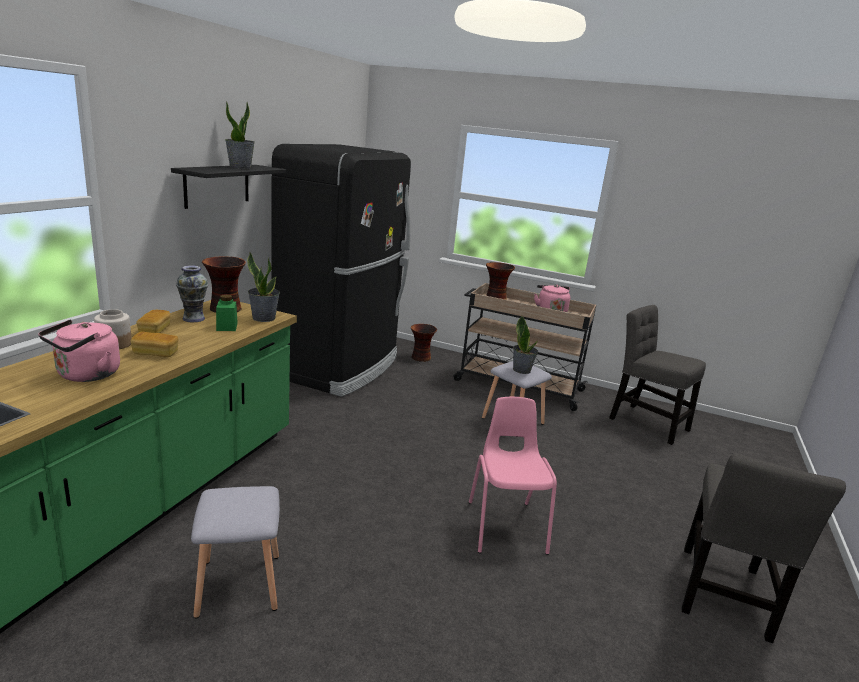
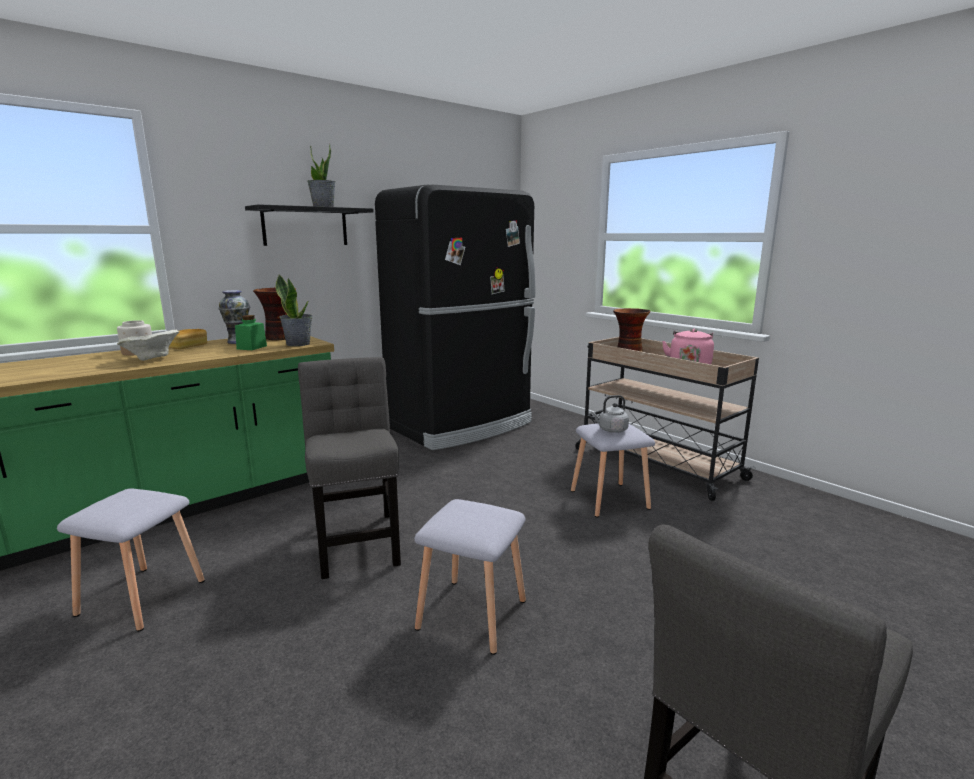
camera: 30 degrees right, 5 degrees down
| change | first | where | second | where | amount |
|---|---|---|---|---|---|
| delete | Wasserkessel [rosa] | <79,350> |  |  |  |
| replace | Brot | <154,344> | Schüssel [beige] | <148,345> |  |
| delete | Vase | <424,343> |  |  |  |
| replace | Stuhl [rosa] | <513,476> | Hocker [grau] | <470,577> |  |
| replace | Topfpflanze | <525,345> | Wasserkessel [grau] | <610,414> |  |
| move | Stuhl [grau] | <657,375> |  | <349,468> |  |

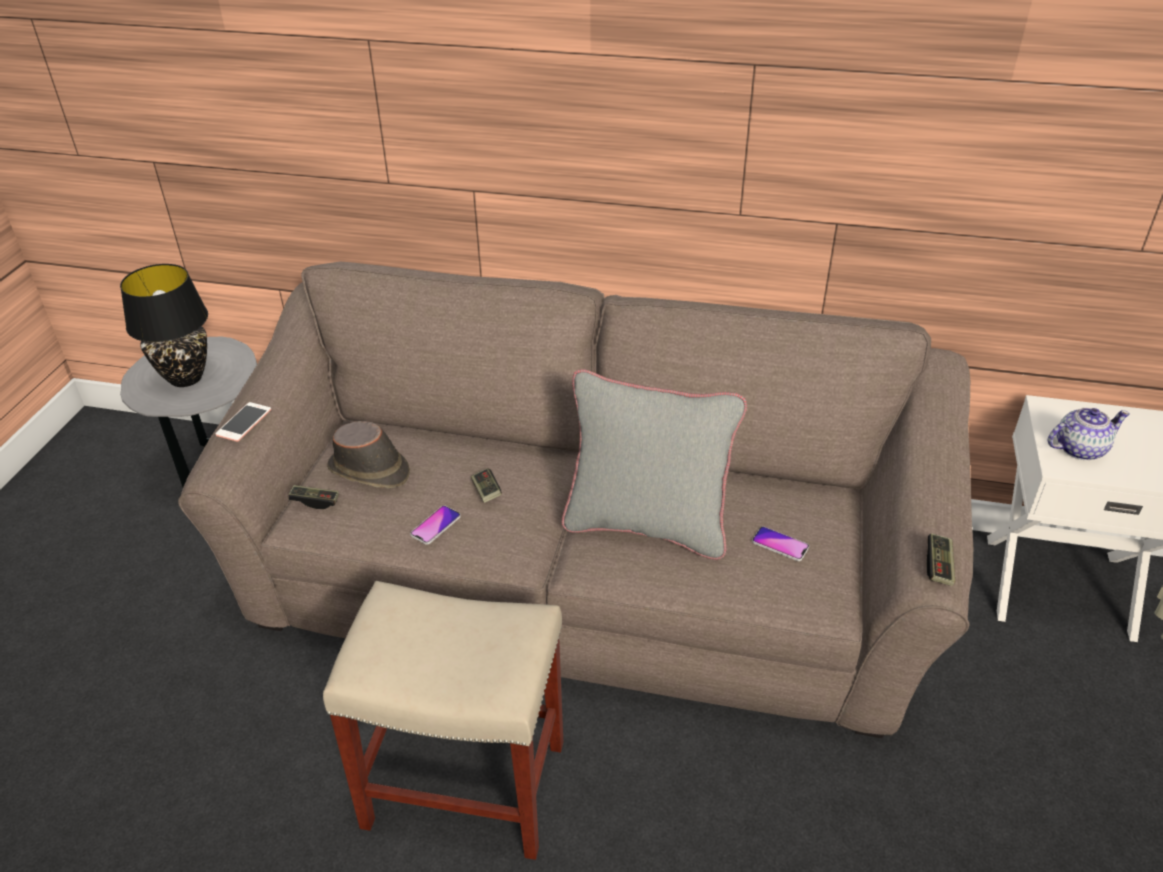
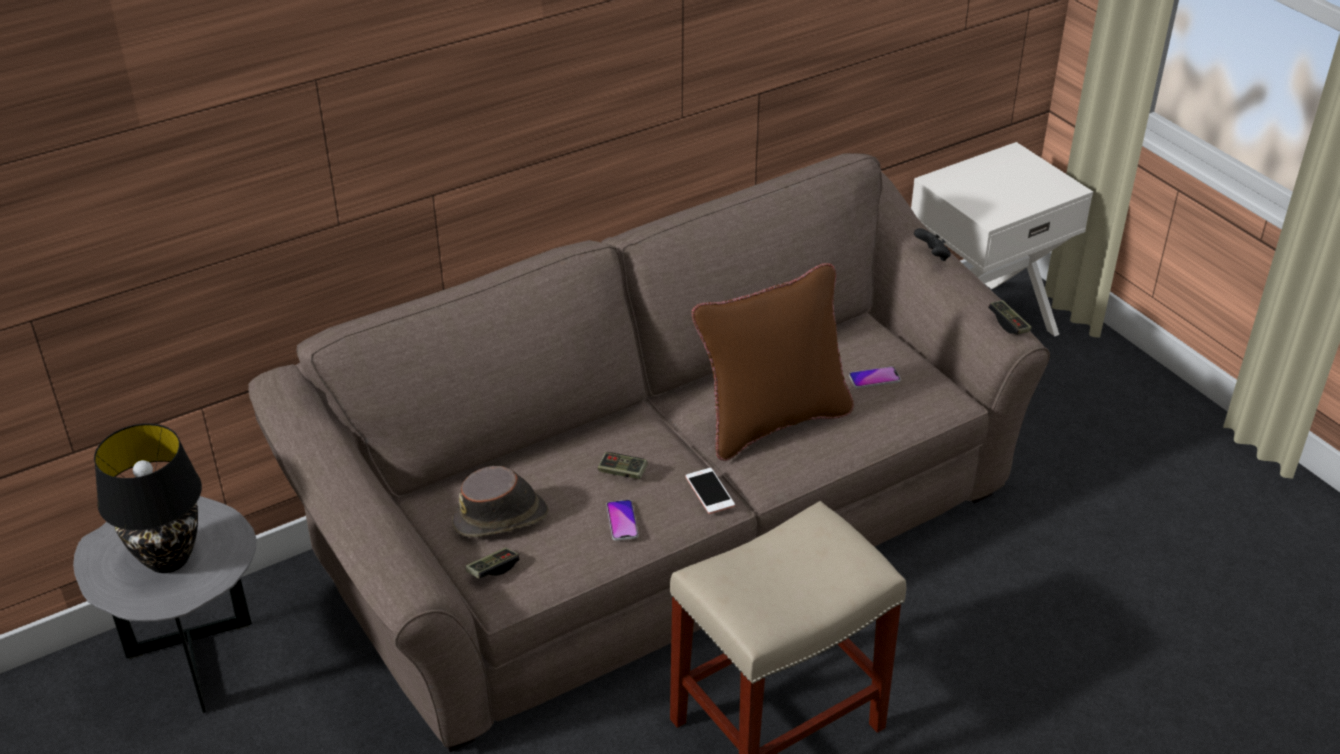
camera: 45 degrees left, 0 degrees up
| change | first | where | second | where | amount |
|---|---|---|---|---|---|
| move | Handy | <243,422> |  | <710,491> |  |
| recolor | Kissen [grau] | <654,464> | Kissen [braun] | <772,362> |  |
| delete | Teekanne | <1089,433> |  |  |  |
| insert |  |  | Gamepad [schwarz] | <932,244> |  |

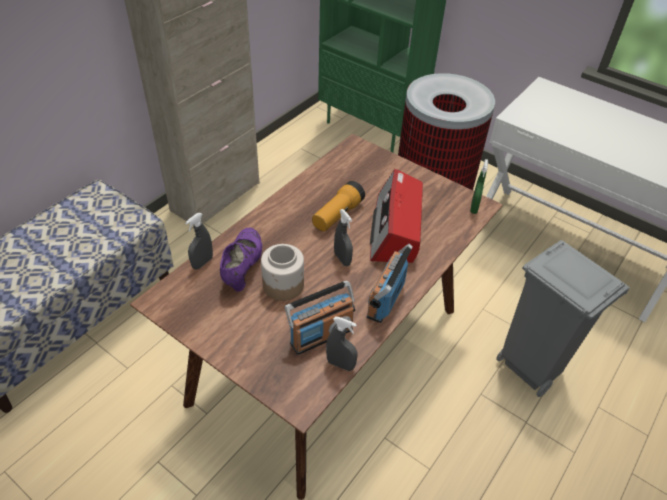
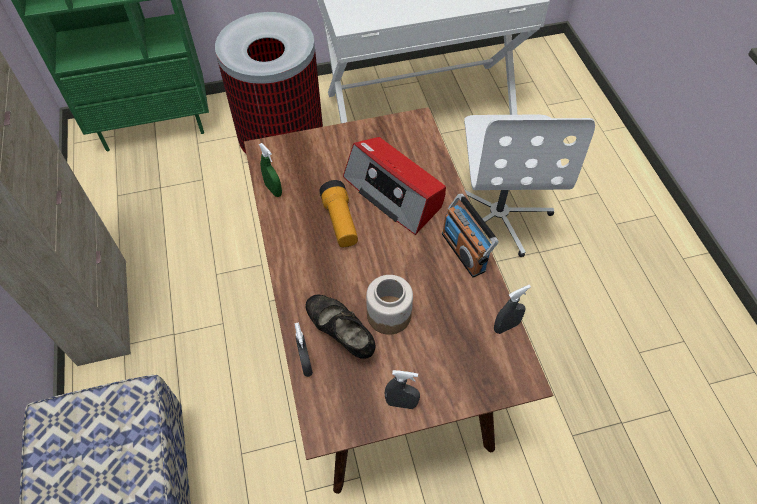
camera: 50 degrees left, 10 degrees up
| change | first | where | second | where | amount |
|---|---|---|---|---|---|
| recolor | Schuh [lila] | <241,260> | Schuh [schwarz] | <341,327> |  |
| delete | Radio | <320,317> |  |  |  |
| move | Sprühflasche [grau] | <343,237> |  | <402,389> |  |
| move | Sprühflasche [grün] | <479,186> |  | <270,170> |  |
| replace | Mülleimer [grau] | <563,318> | Bürostuhl [weiß] | <529,186> |  |

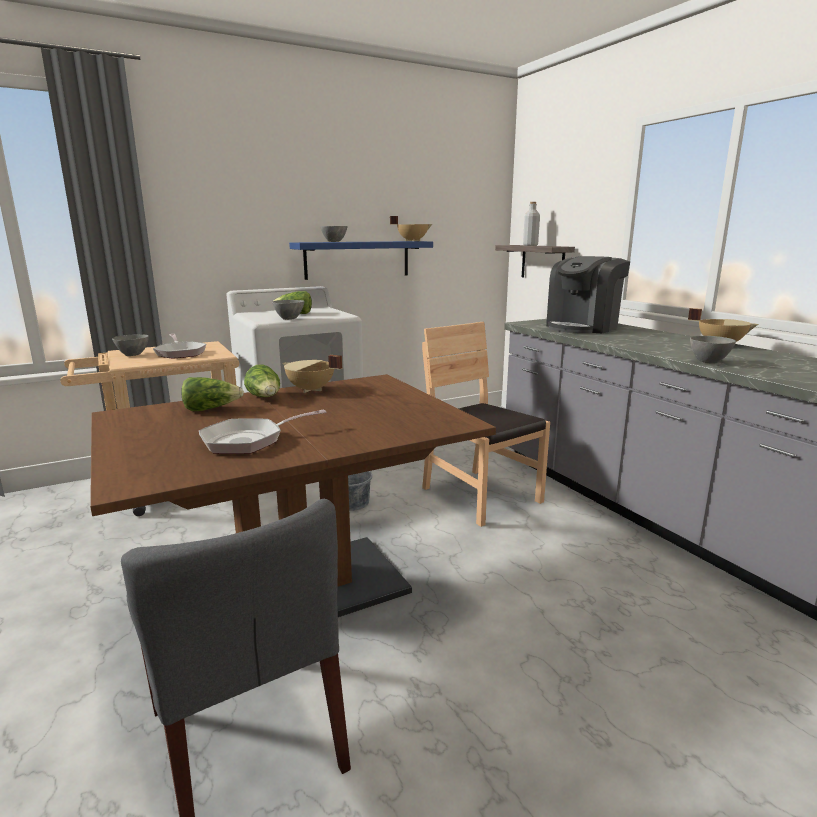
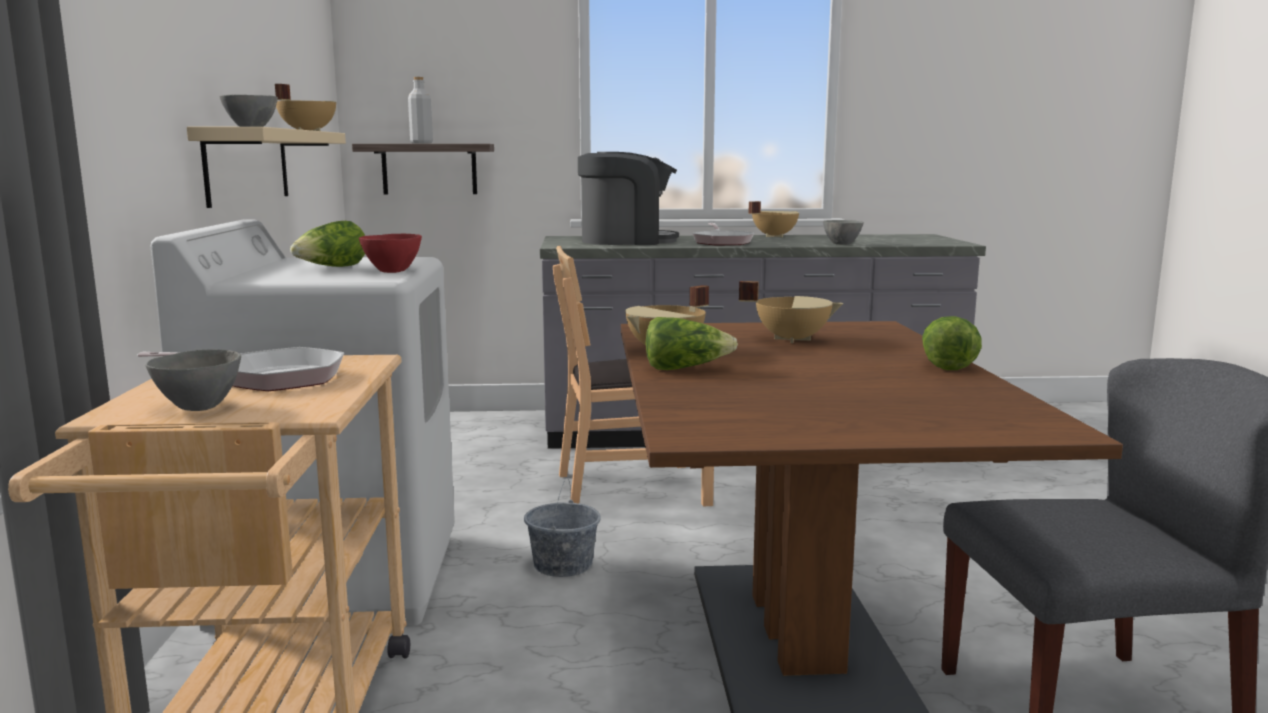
camera: 65 degrees left, 5 degrees down
| change | first | where | second | where | amount |
|---|---|---|---|---|---|
| move | Salatkopf | <212,394> |  | <952,343> |  |
| move | Pfanne | <263,432> |  | <723,234> |  |
| recolor | Schüssel [grau] | <288,310> | Schüssel [rot] | <390,253> |  |
| recolor | Wandregal [blau] | <361,260> | Wandregal [beige] | <266,167> |  |
| rotate | Kaffeemaschine | <588,294> |  | <628,198> | 75 degrees counterclockwise |
| insert |  |  | Kochtopf [beige] | <791,312> |  |

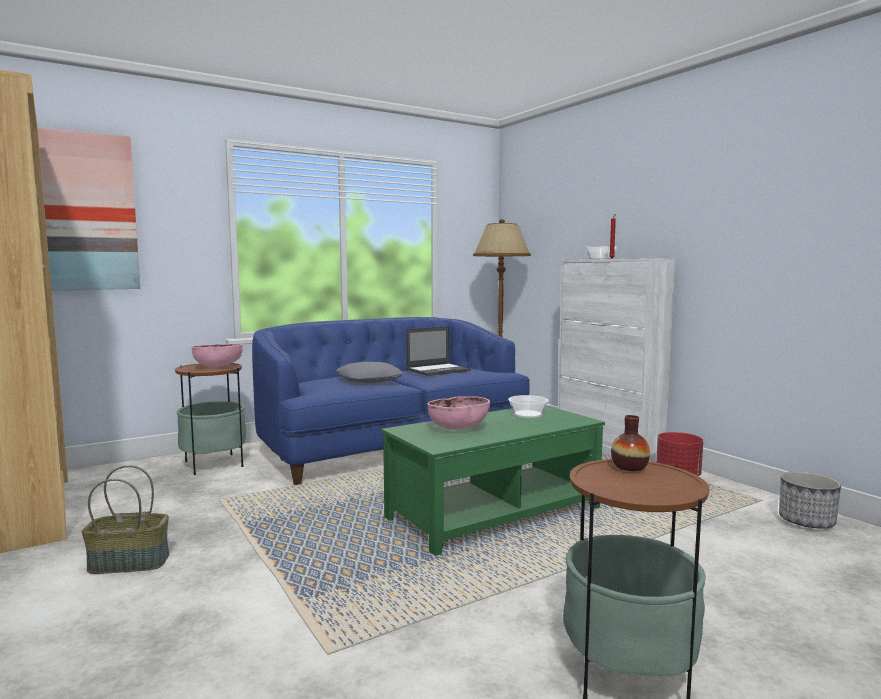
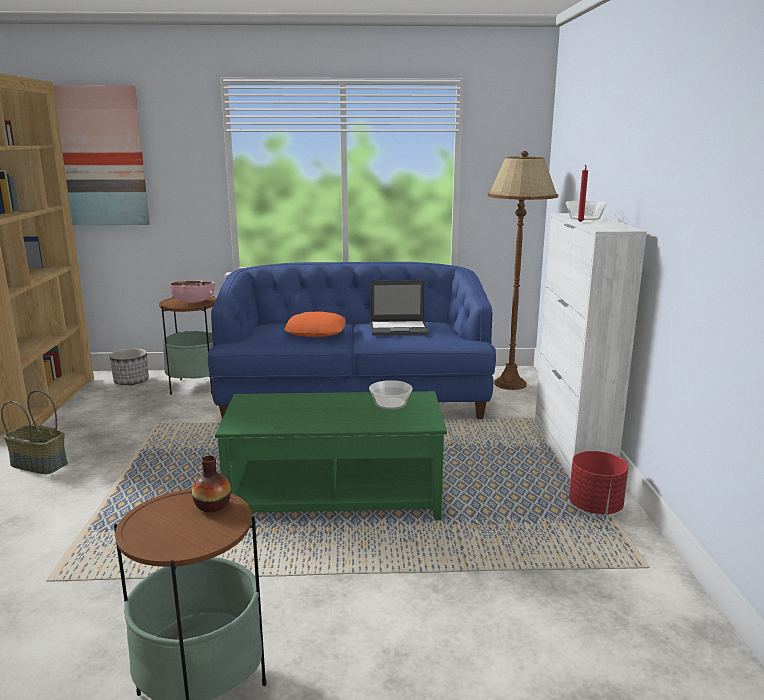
camera: 30 degrees right, 10 degrees up
| change | first | where | second | where | amount |
|---|---|---|---|---|---|
| recolor | Kissen [grau] | <369,372> | Kissen [orange] | <315,324> |  |
| delete | Schüssel [rosa] | <458,413> |  |  |  |
| move | Pflanzkübel | <810,500> |  | <129,366> |  |

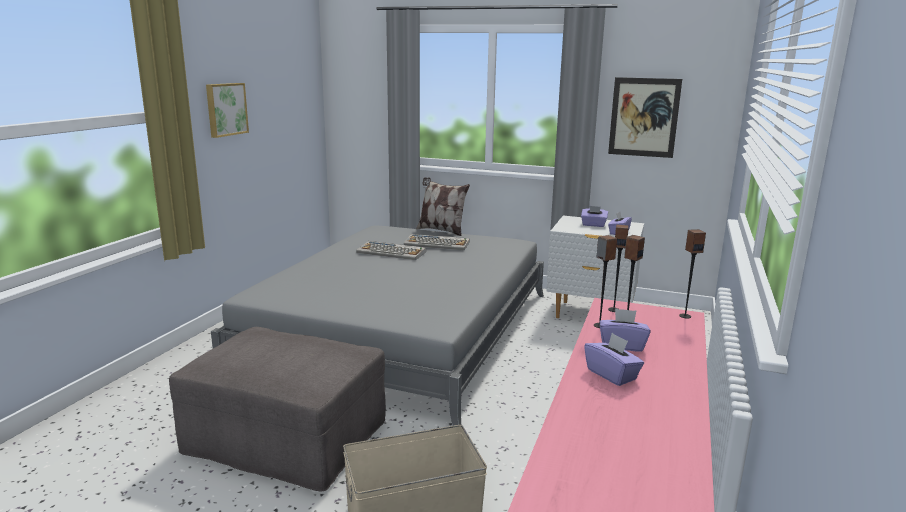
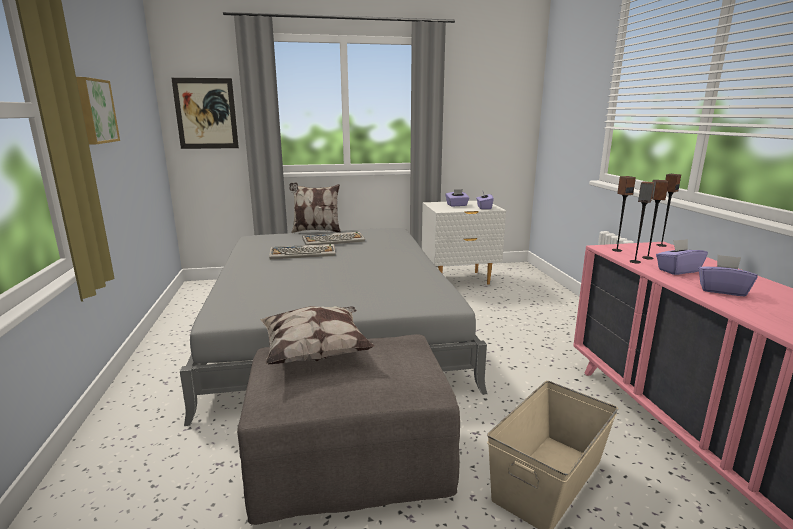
camera: 30 degrees left, 0 degrees up
| change | first | where | second | where | amount |
|---|---|---|---|---|---|
| move | Bild | <645,117> |  | <205,113> |  |
| insert |  |  | Kissen | <317,335> |  |

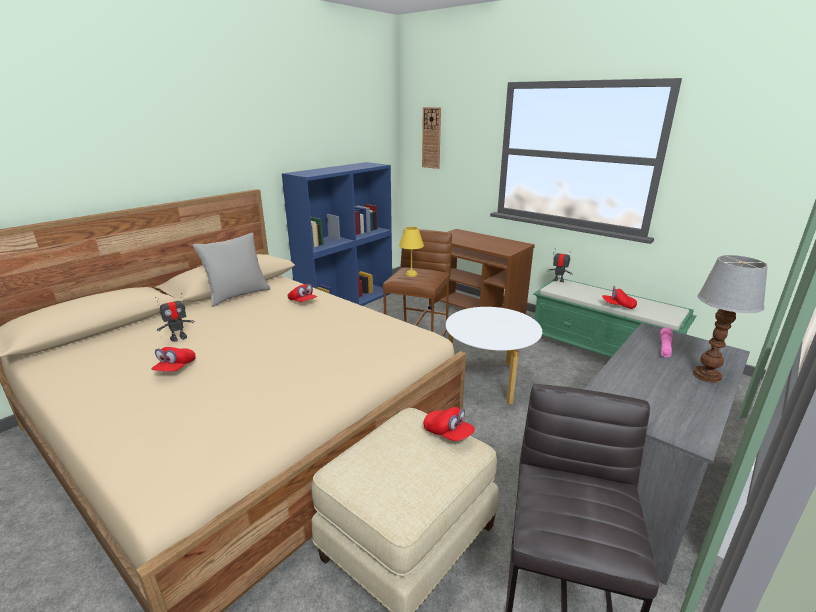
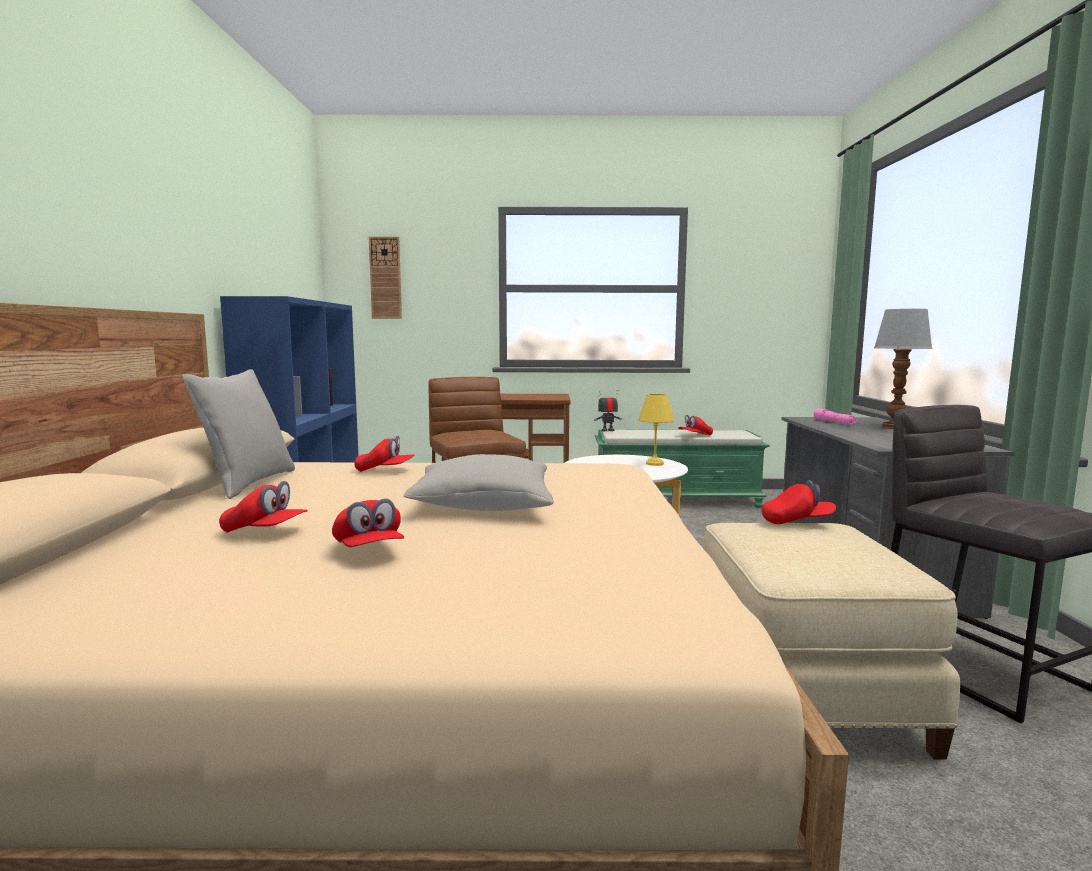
camera: 40 degrees left, 15 degrees down
| change | first | where | second | where | amount |
|---|---|---|---|---|---|
| replace | Spielzeugroboter | <175,317> | Kappe [rot] | <263,507> |  |
| move | Tischlampe [gelb] | <411,252> |  | <656,430> |  |
| insert |  |  | Kissen [grau] | <479,482> |  |

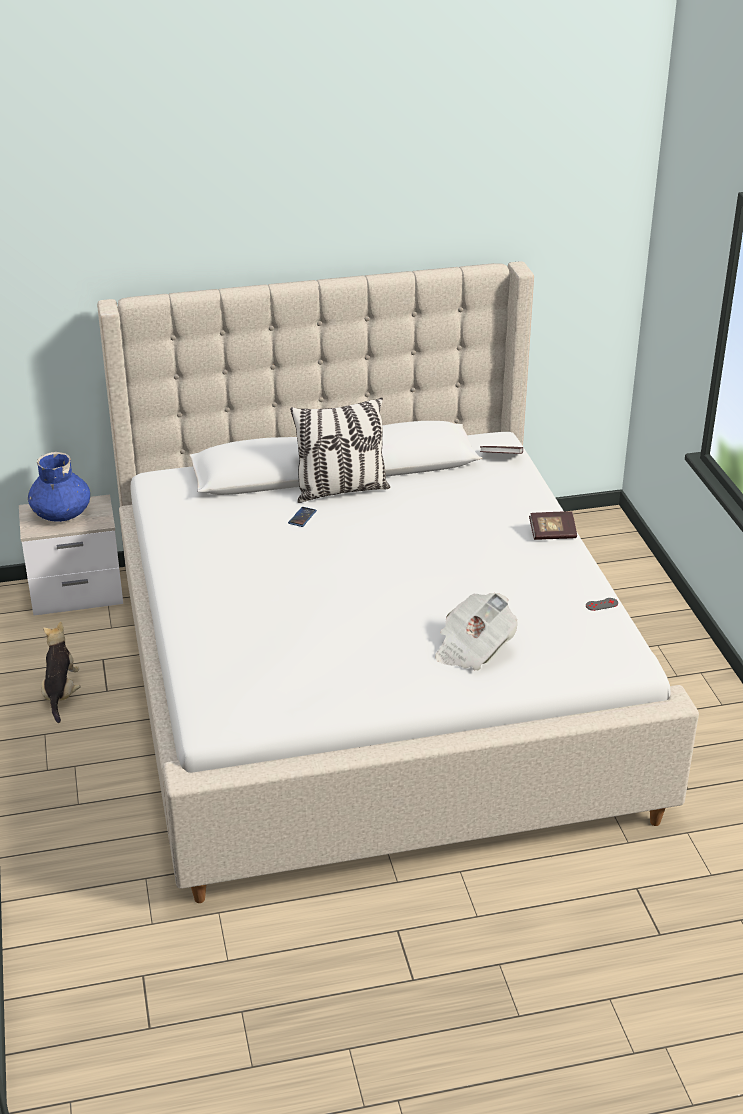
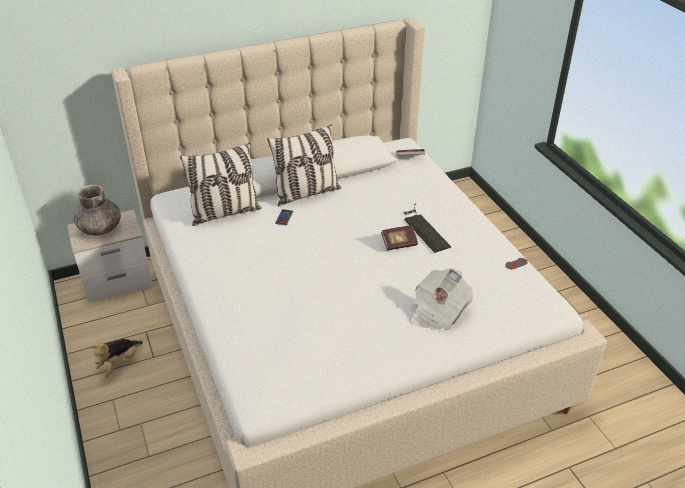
camera: 10 degrees left, 5 degrees up
| change | first | where | second | where | amount |
|---|---|---|---|---|---|
| recolor | Vase [blau] | <59,487> | Vase [grau] | <97,210> |  |
| rotate | Plüschtier | <61,672> |  | <116,358> | 135 degrees counterclockwise |
| move | Buch | <553,525> |  | <399,238> |  |
| insert |  |  | Kissen | <221,184> |  |
| insert |  |  | Tastatur | <427,228> |  |

